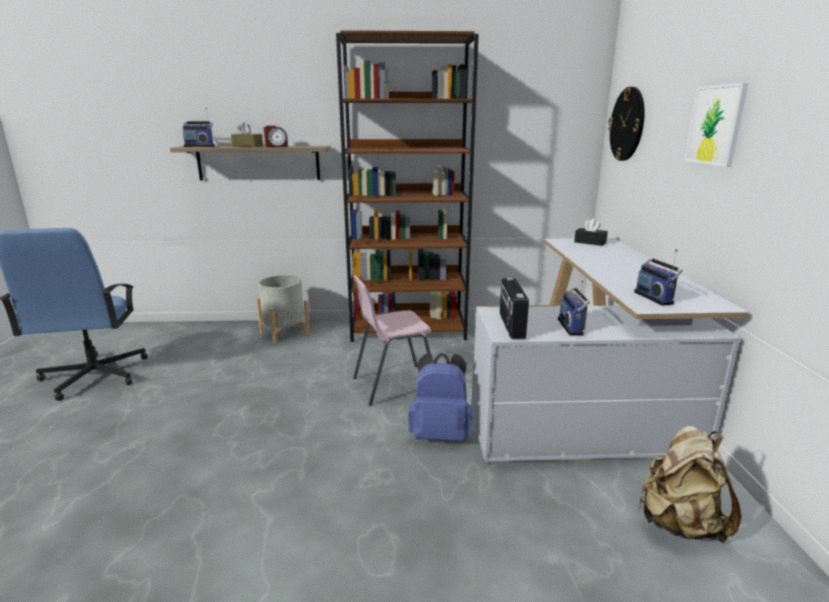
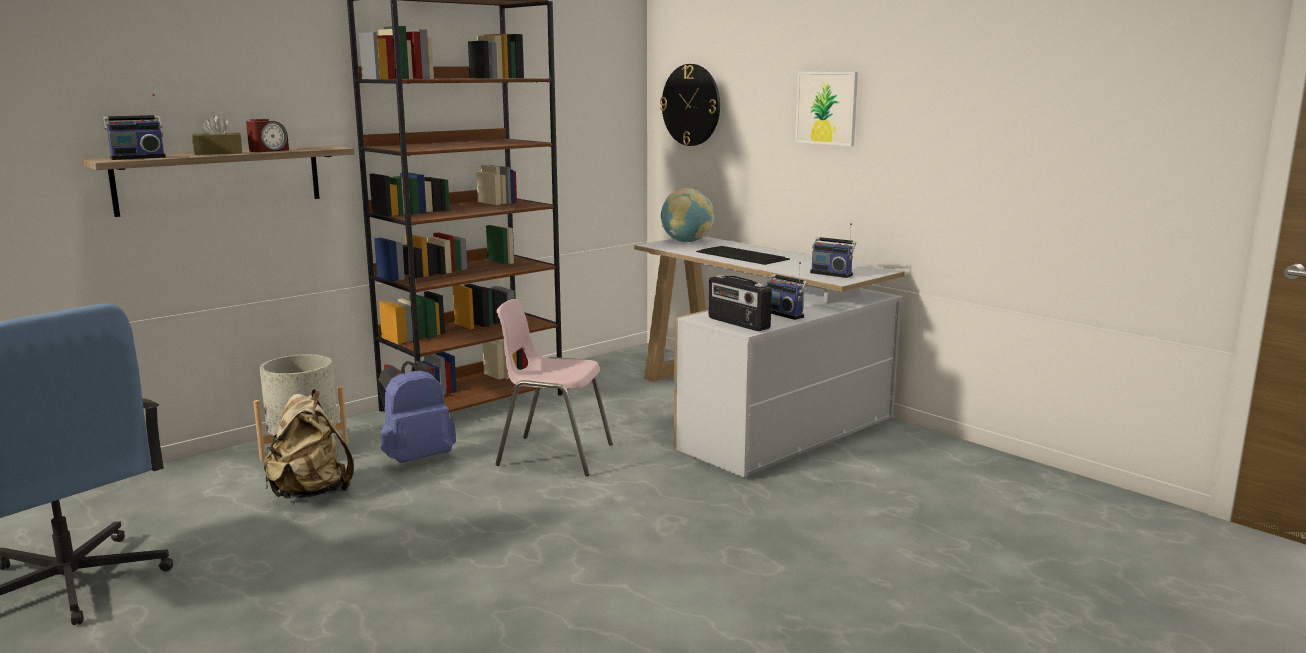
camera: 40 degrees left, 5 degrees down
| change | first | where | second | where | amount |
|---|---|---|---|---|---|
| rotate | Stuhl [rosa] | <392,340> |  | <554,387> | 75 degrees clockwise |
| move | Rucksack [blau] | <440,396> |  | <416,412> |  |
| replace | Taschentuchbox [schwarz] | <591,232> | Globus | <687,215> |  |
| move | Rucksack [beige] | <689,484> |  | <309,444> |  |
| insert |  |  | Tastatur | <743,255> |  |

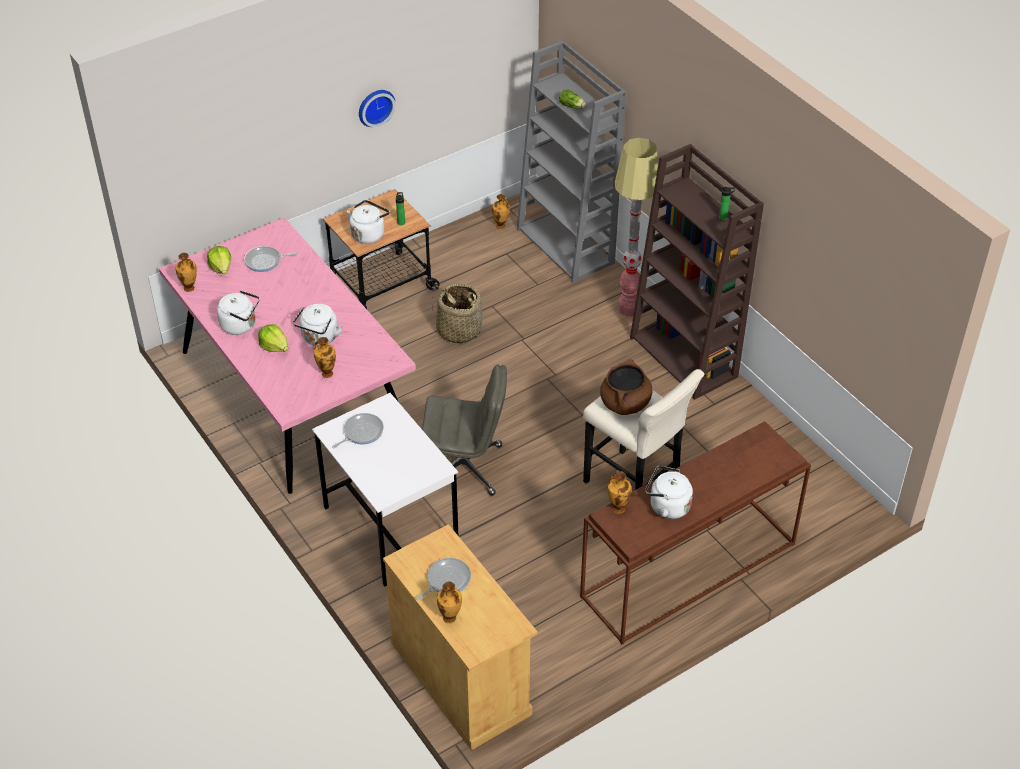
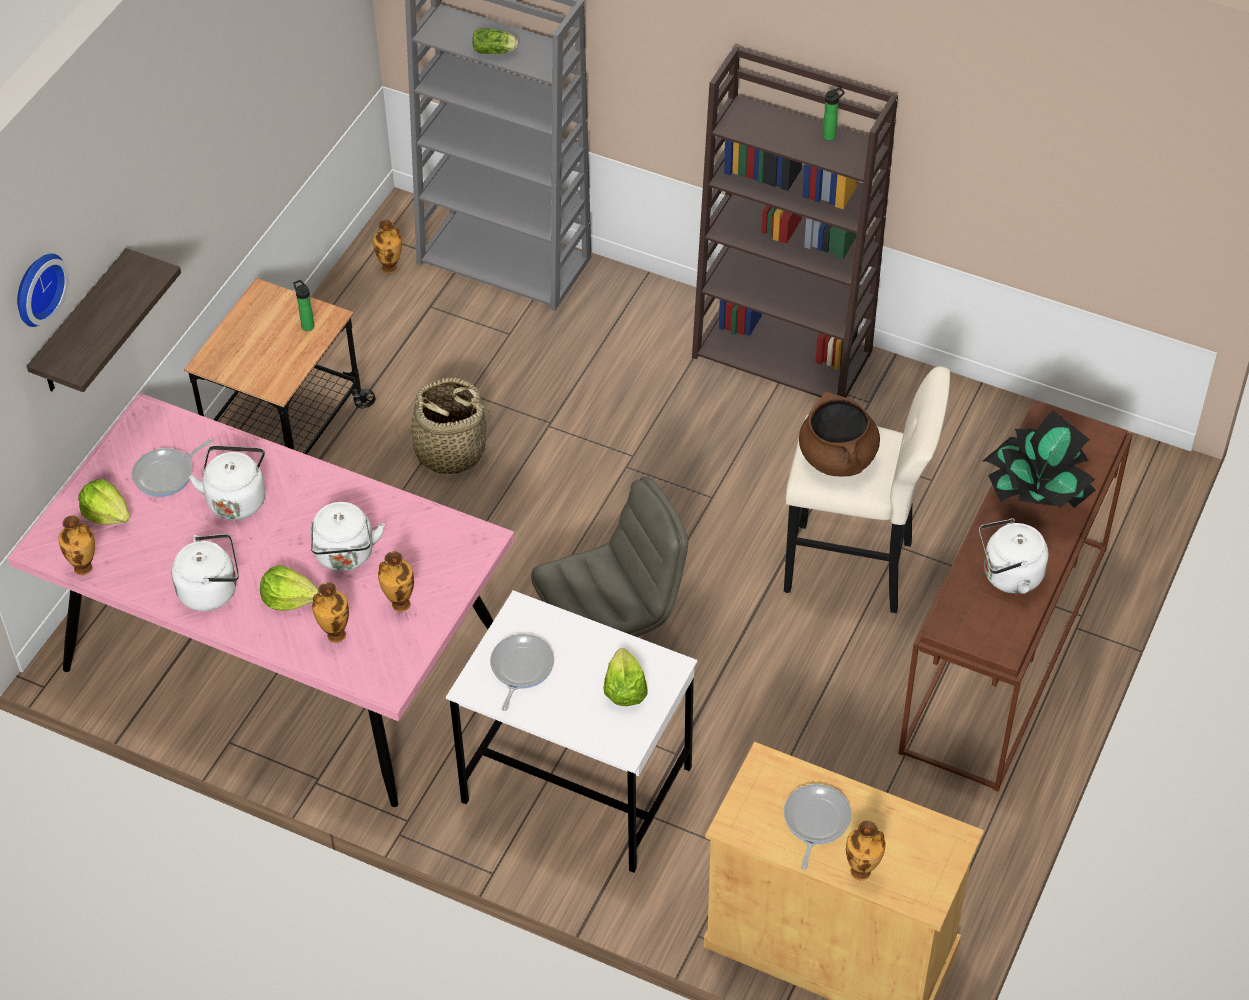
camera: 30 degrees left, 5 degrees up
| change | first | where | second | where | amount |
|---|---|---|---|---|---|
| move | Wasserkessel [weiß] | <368,222> |  | <227,482> |  |
| move | Wanduhr | <377,108> |  | <43,290> |  |
| move | Vase | <619,492> |  | <330,612> |  |
| delete | Stehlampe | <636,227> |  |  |  |
| insert |  |  | Wandregal | <104,320> |  |
| insert |  |  | Salatkopf | <626,677> |  |
| insert |  |  | Topfpflanze | <1039,459> |  |

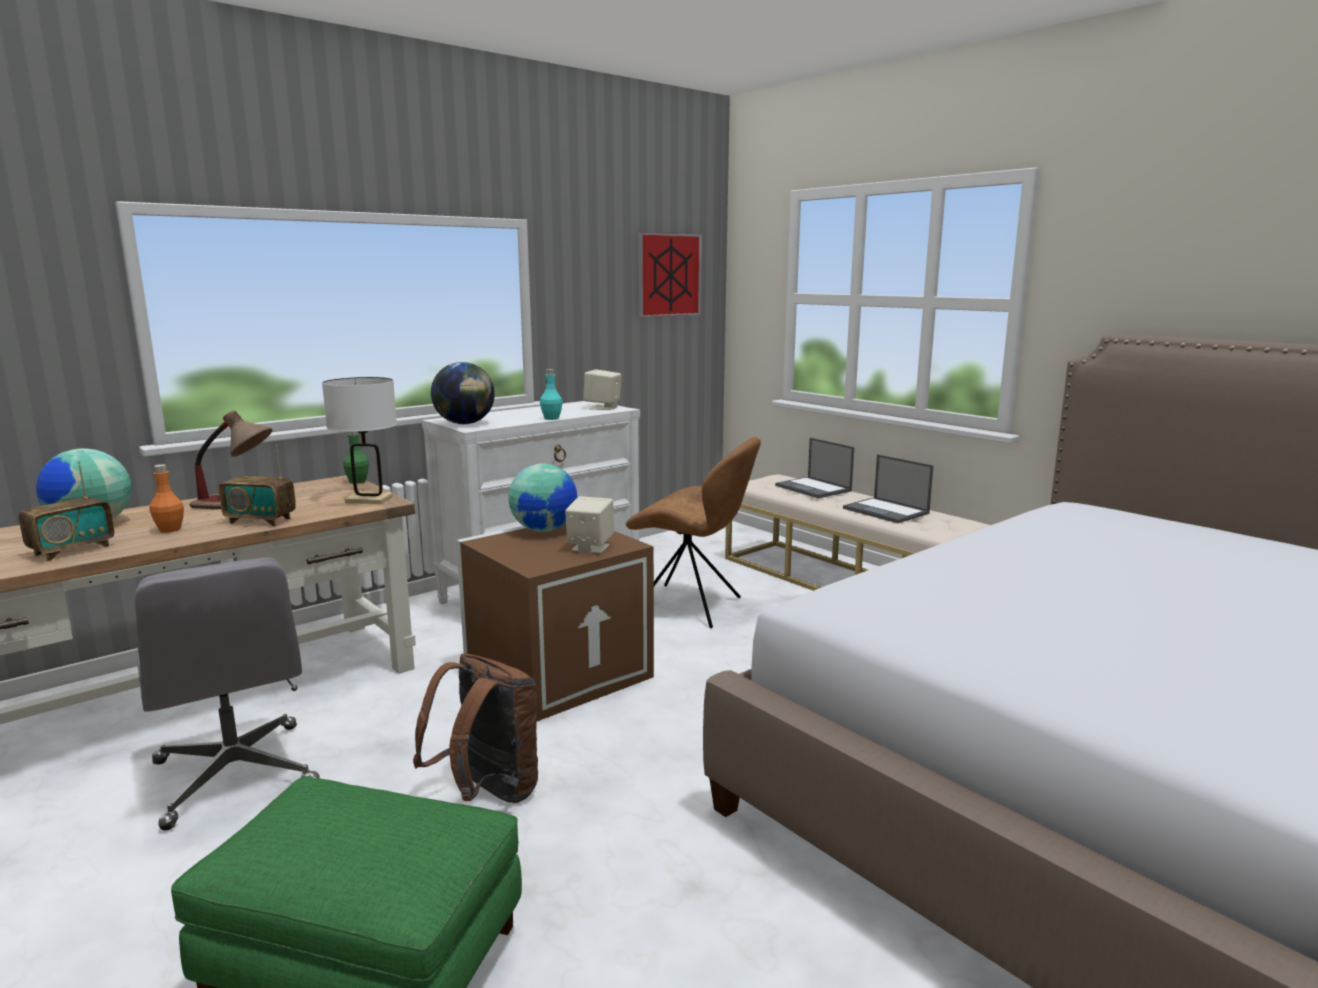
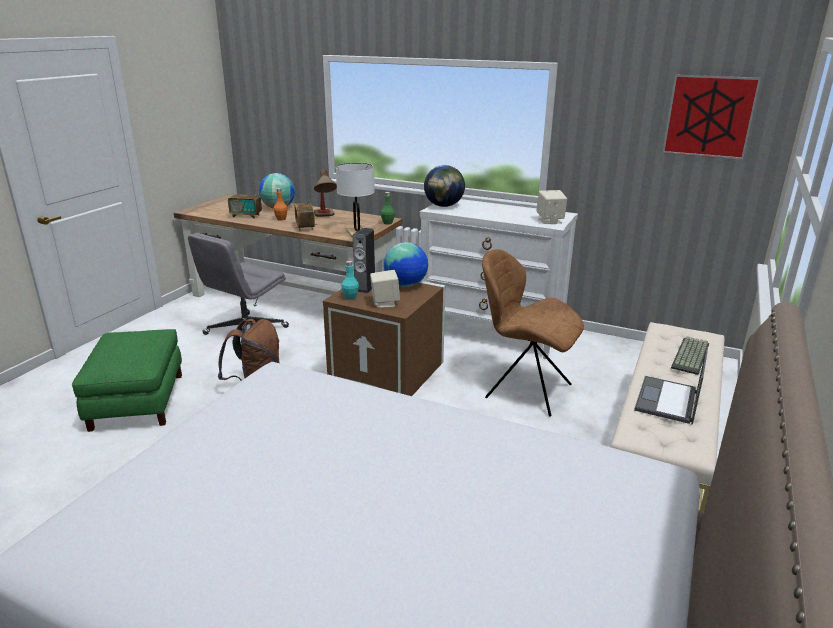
camera: 65 degrees right, 10 degrees up
| change | first | where | second | where | amount |
|---|---|---|---|---|---|
| move | Flasche [türkis] | <551,394> |  | <350,280> |  |
| rotate | Stuhl [braun] | <693,532> |  | <533,333> | 120 degrees clockwise |
| replace | Laptop | <814,468> | Tastatur | <690,355> |  |
| insert |  |  | Lautsprecher | <364,260> |  |

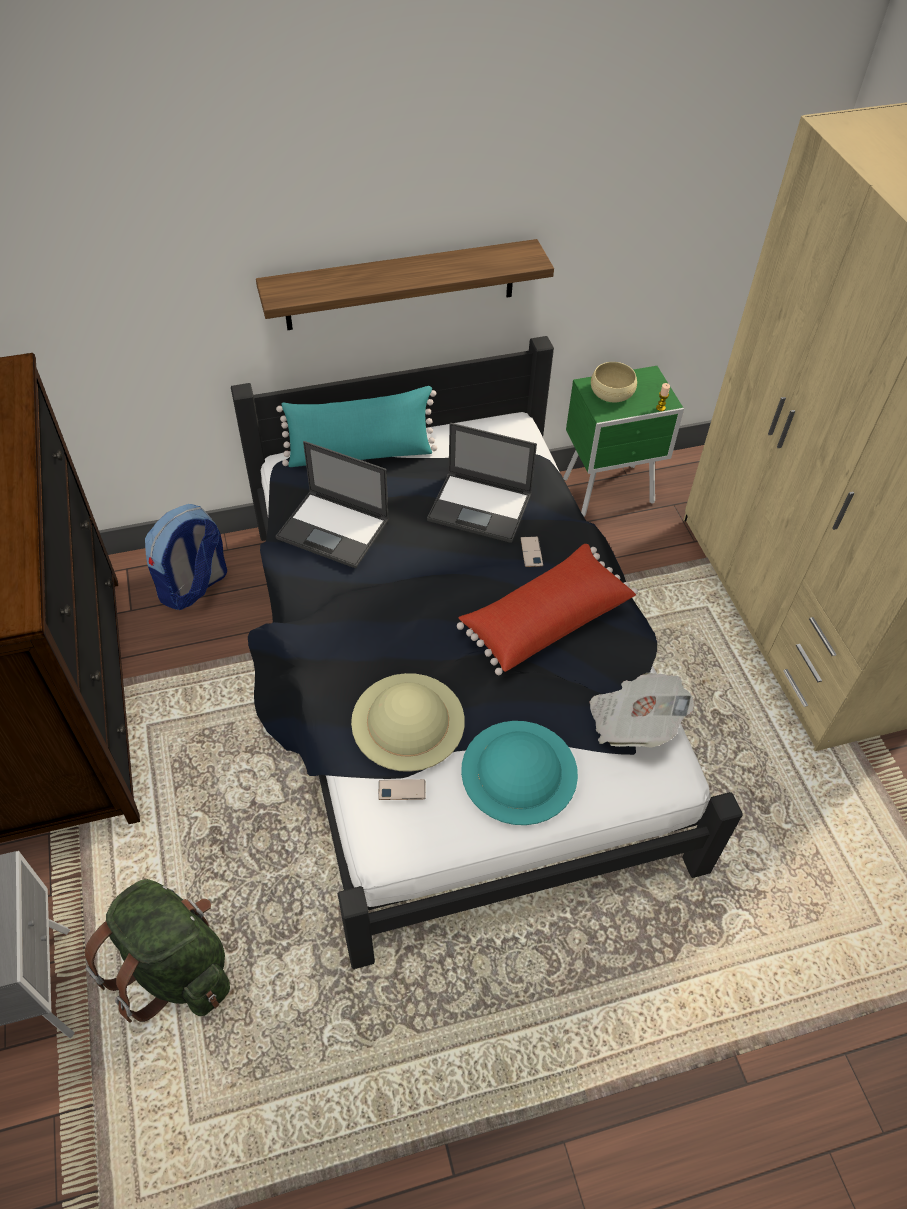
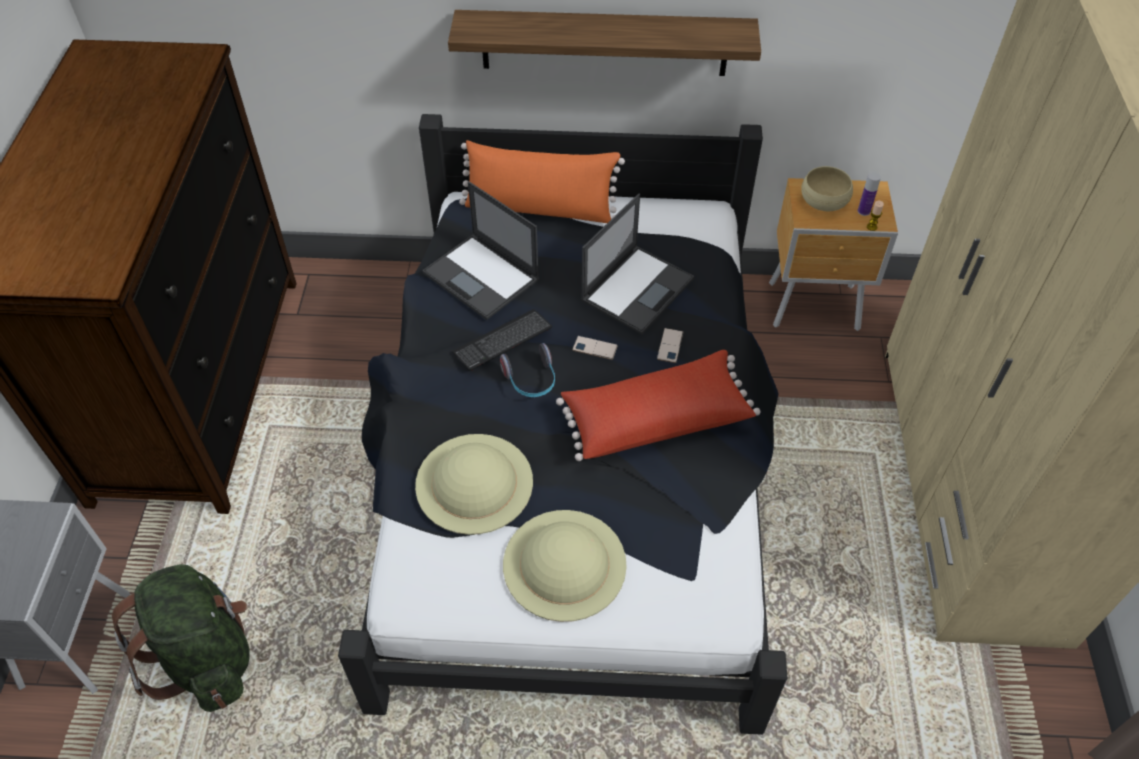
camera: 20 degrees right, 0 degrees up
| change | first | where | second | where | amount |
|---|---|---|---|---|---|
| delete | Rucksack | <186,557> |  |  |  |
| recolor | Kissen [türkis] | <356,426> | Kissen [orange] | <542,181> |  |
| move | Handy | <402,789> |  | <595,348> |  |
| rotate | Laptop | <482,483> |  | <637,263> | 90 degrees counterclockwise |
| recolor | Hut [türkis] | <519,773> | Hut [beige] | <565,566> |  |
| recolor | Nachttisch [grün] | <623,441> | Nachttisch [braun] | <833,254> |  |
| delete | Zeitung | <642,710> |  |  |  |
| insert |  |  | Tastatur | <502,339> |  |
| insert |  |  | Kopfhörer | <527,370> |  |
| insert |  |  | Flasche | <869,194> |  |

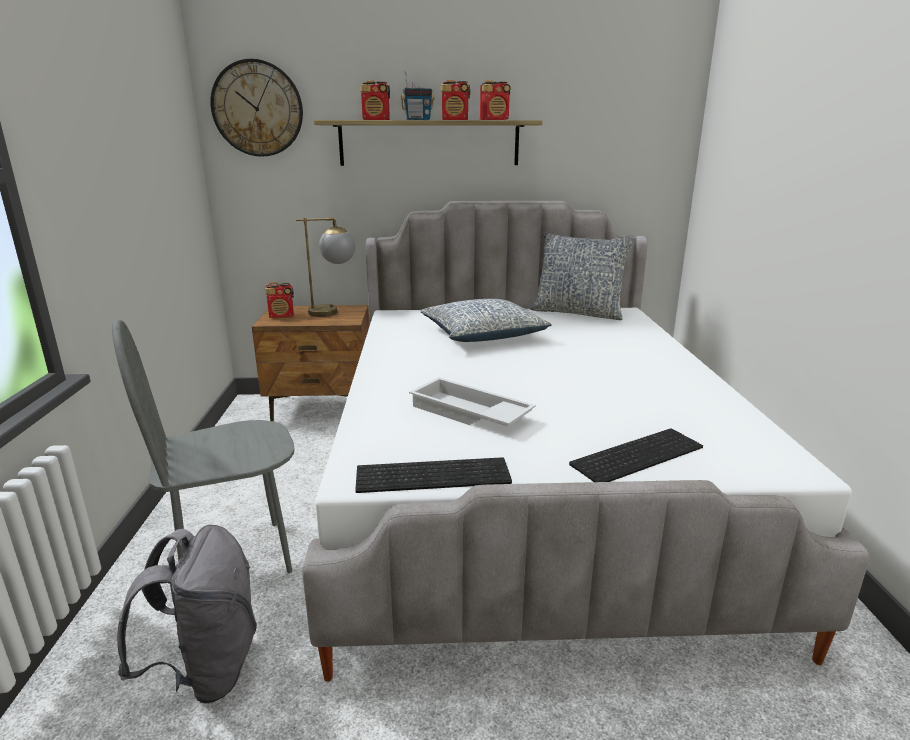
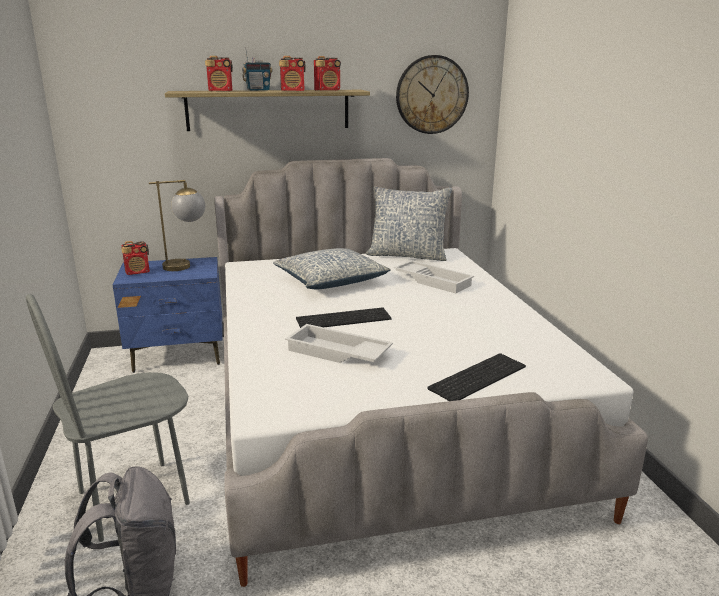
camera: 10 degrees left, 0 degrees up
| change | first | where | second | where | amount |
|---|---|---|---|---|---|
| move | Wanduhr | <256,108> |  | <432,94> |  |
| recolor | Nachttisch [braun] | <310,363> | Nachttisch [blau] | <168,315> |  |
| move | Tastatur | <433,475> |  | <344,317> |  |
| insert |  |  | Tablett [weiß] | <434,277> |  |

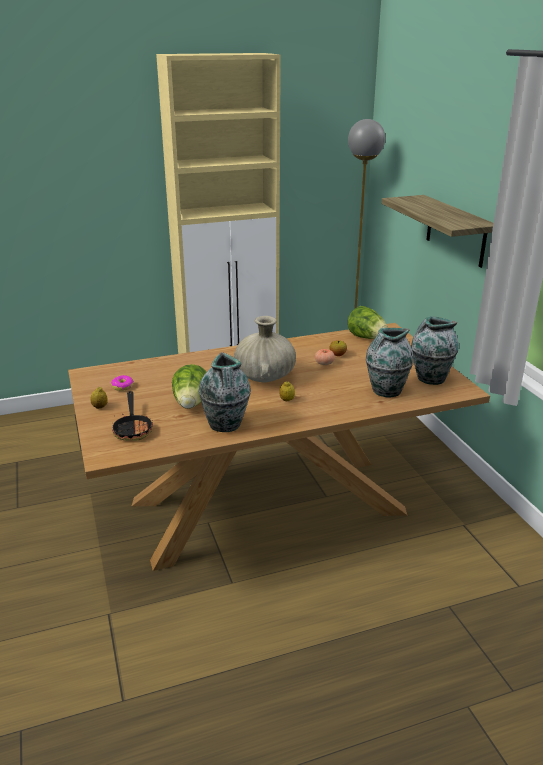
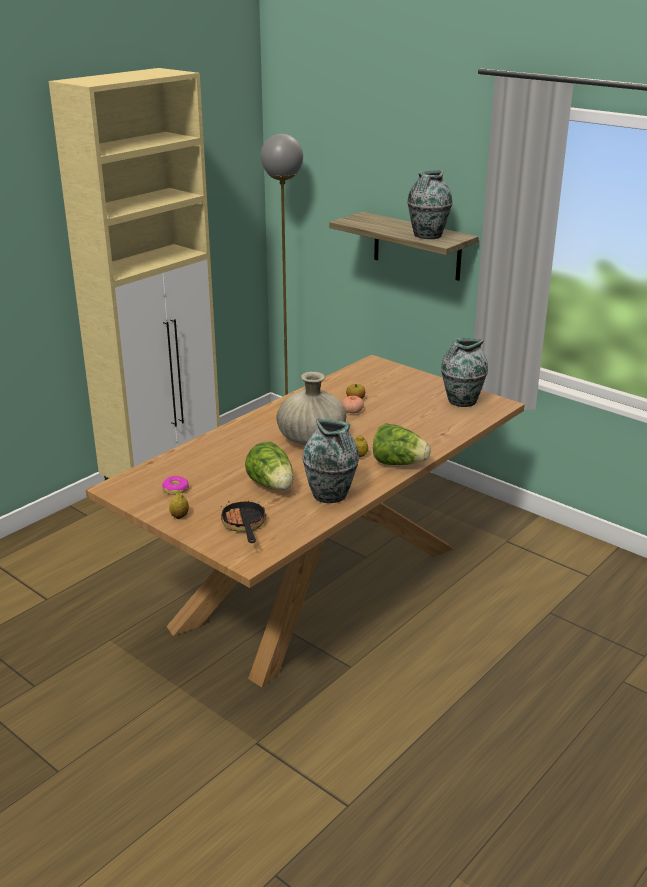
camera: 30 degrees left, 0 degrees up
| change | first | where | second | where | amount |
|---|---|---|---|---|---|
| rotate | Pfanne | <132,416> |  | <243,522> | 150 degrees counterclockwise |
| move | Salatkopf | <368,322> |  | <402,444> |  |
| move | Vase | <389,362> |  | <430,204> |  |

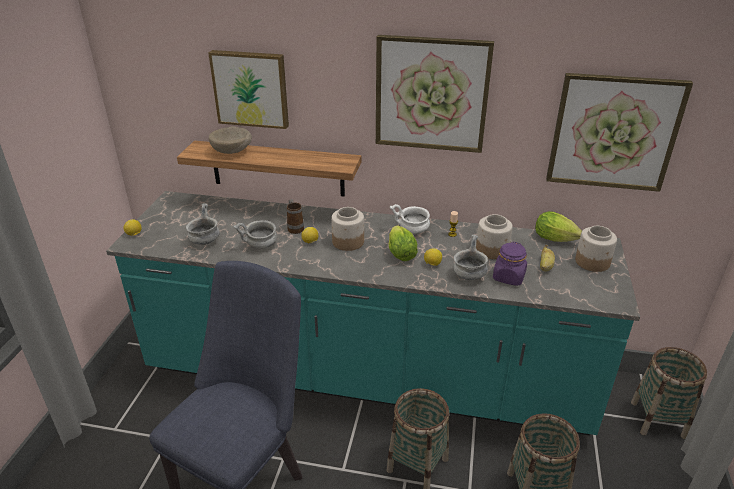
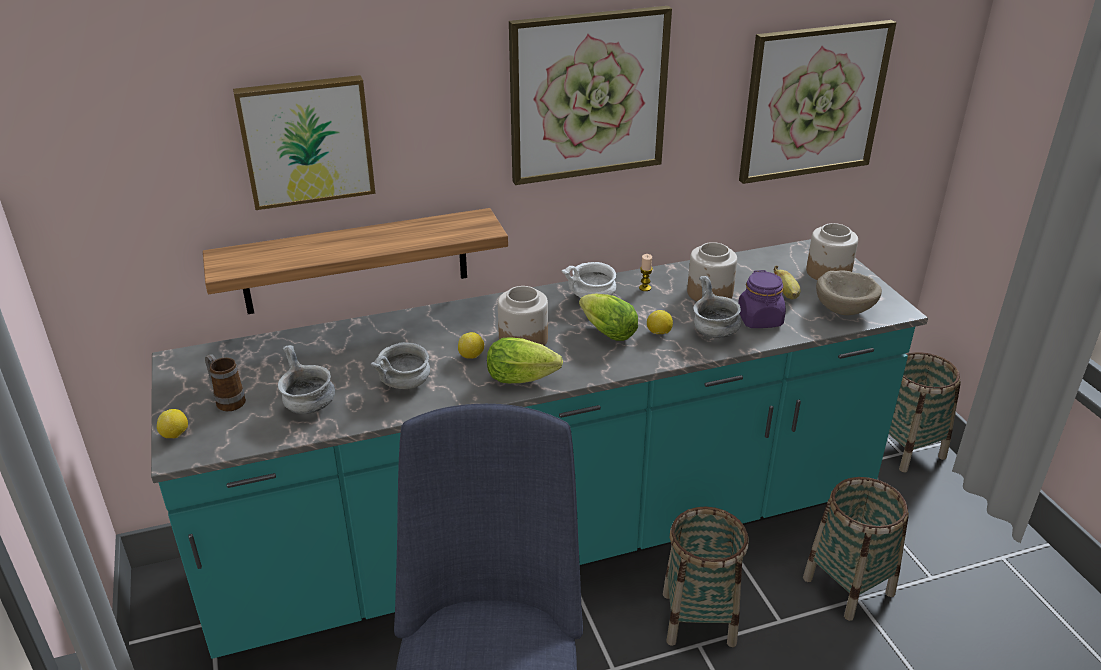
camera: 30 degrees left, 0 degrees up
| change | first | where | second | where | amount |
|---|---|---|---|---|---|
| move | Schüssel [beige] | <230,140> |  | <849,293> |  |
| move | Henkelbecher | <295,216> |  | <225,382> |  |
| move | Salatkopf | <558,226> |  | <525,360> |  |

